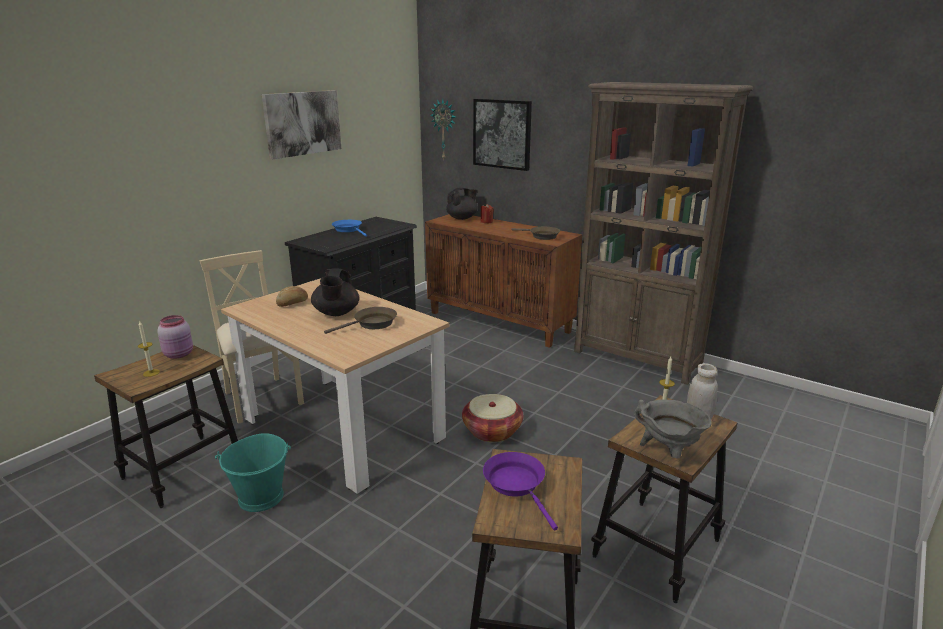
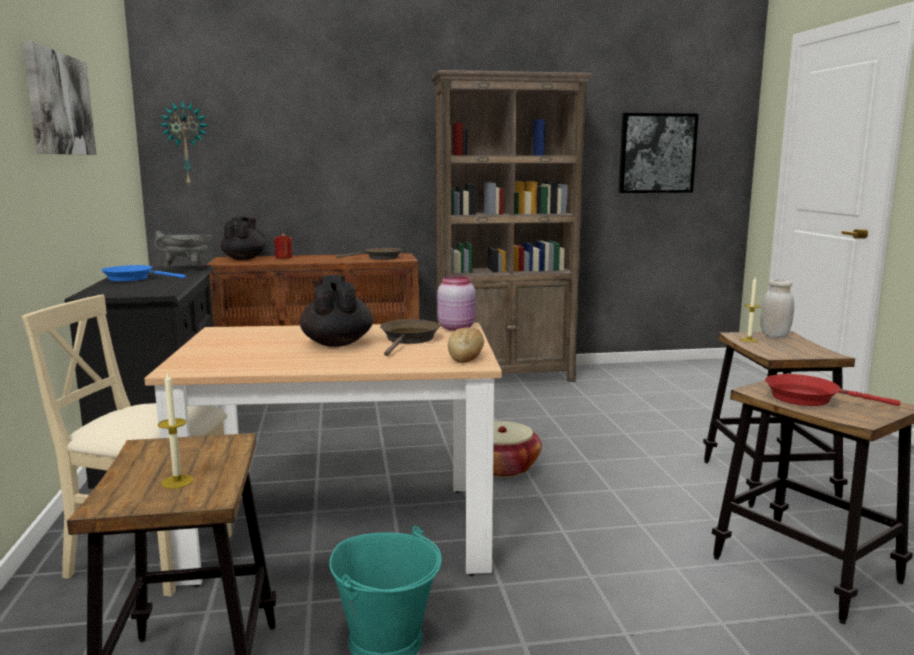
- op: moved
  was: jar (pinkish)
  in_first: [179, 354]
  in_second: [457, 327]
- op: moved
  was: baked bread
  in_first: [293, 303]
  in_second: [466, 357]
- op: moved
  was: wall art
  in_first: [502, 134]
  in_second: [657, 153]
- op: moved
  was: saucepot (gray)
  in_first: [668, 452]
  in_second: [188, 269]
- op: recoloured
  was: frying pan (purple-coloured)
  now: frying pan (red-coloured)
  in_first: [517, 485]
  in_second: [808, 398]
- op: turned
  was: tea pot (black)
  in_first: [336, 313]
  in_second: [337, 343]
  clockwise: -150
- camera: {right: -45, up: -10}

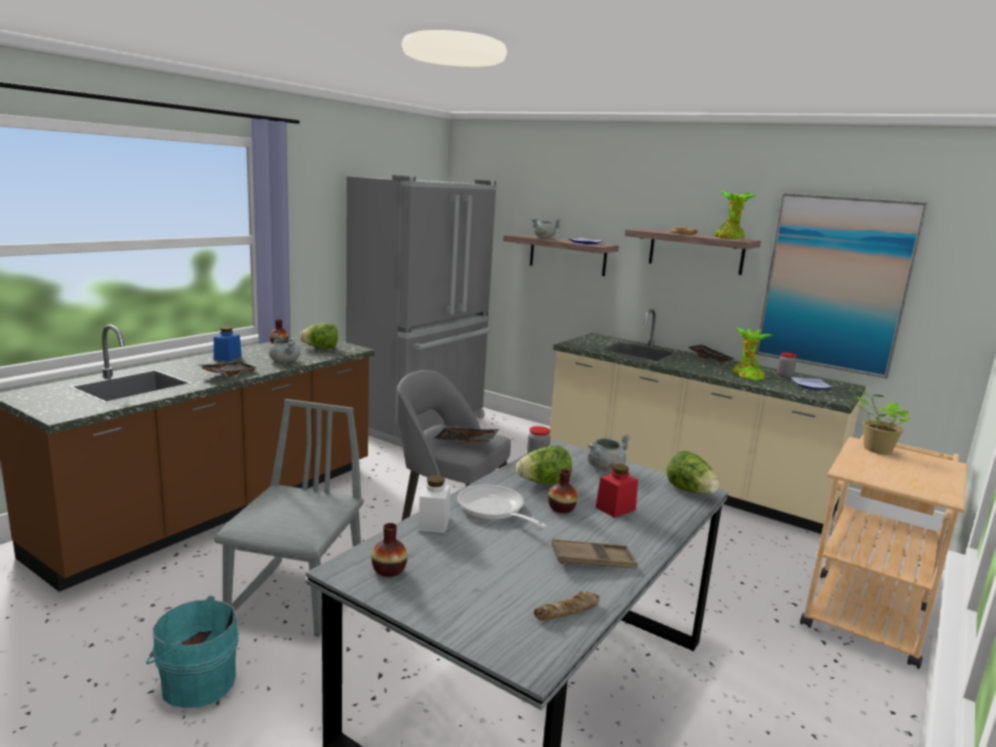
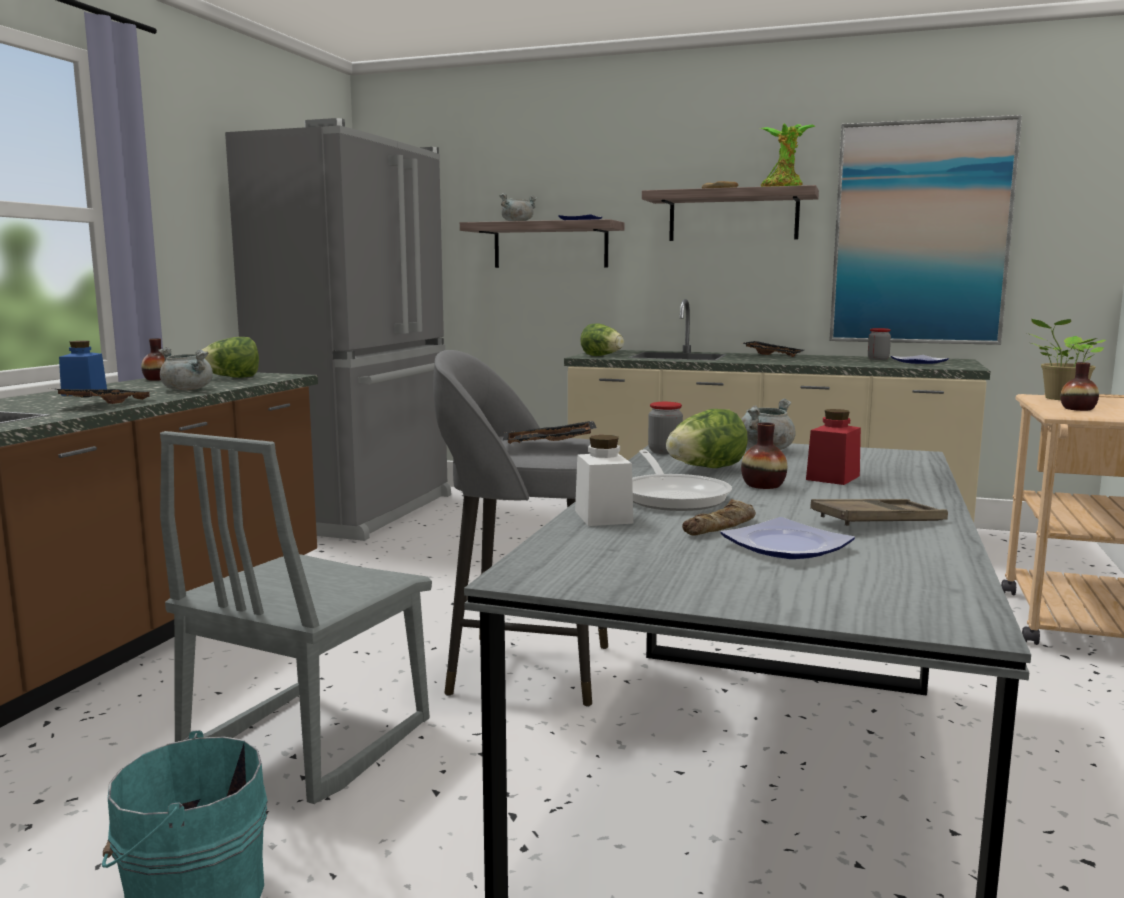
- op: removed
  was: houseplant
  in_first: [746, 376]
- op: added
  now: dinner plate
  in_second: [786, 547]
- op: moved
  was: flower vase
  in_first: [389, 570]
  in_second: [1078, 409]
- op: moved
  was: baked bread
  in_first: [568, 611]
  in_second: [721, 527]
- op: moved
  was: lettuce
  in_first: [690, 491]
  in_second: [602, 356]
- op: turned
  was: chair (gray)
  in_first: [298, 598]
  in_second: [306, 741]
  clockwise: -150
- op: turned
  was: frying pan
  in_first: [494, 510]
  in_second: [673, 496]
  clockwise: -135
- camera: {right: -15, up: -5}

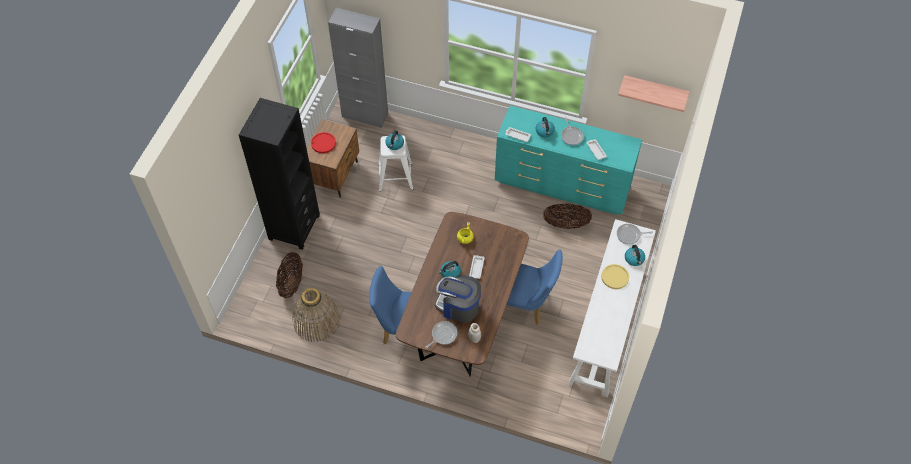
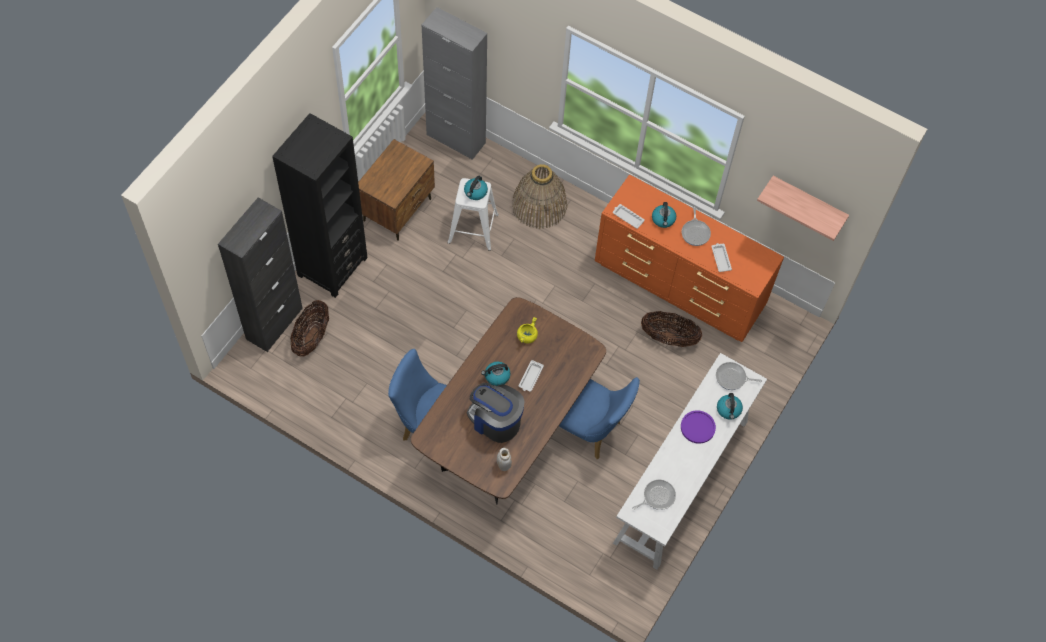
- op: removed
  was: dinner plate (red-coloured)
  in_first: [323, 143]
- op: added
  now: cabinet (black)
  in_second: [274, 323]
- op: moved
  was: basket
  in_first: [316, 320]
  in_second: [539, 205]
- op: moved
  was: frying pan
  in_first: [443, 335]
  in_second: [657, 496]
- op: recoloured
  was: chest of drawers (turquoise-coloured)
  now: chest of drawers (orangey)
  in_first: [563, 185]
  in_second: [679, 286]
- op: recoloured
  was: dinner plate (yellowish)
  now: dinner plate (purple-coloured)
  in_first: [615, 277]
  in_second: [697, 427]
- camera: {right: 10, up: 5}

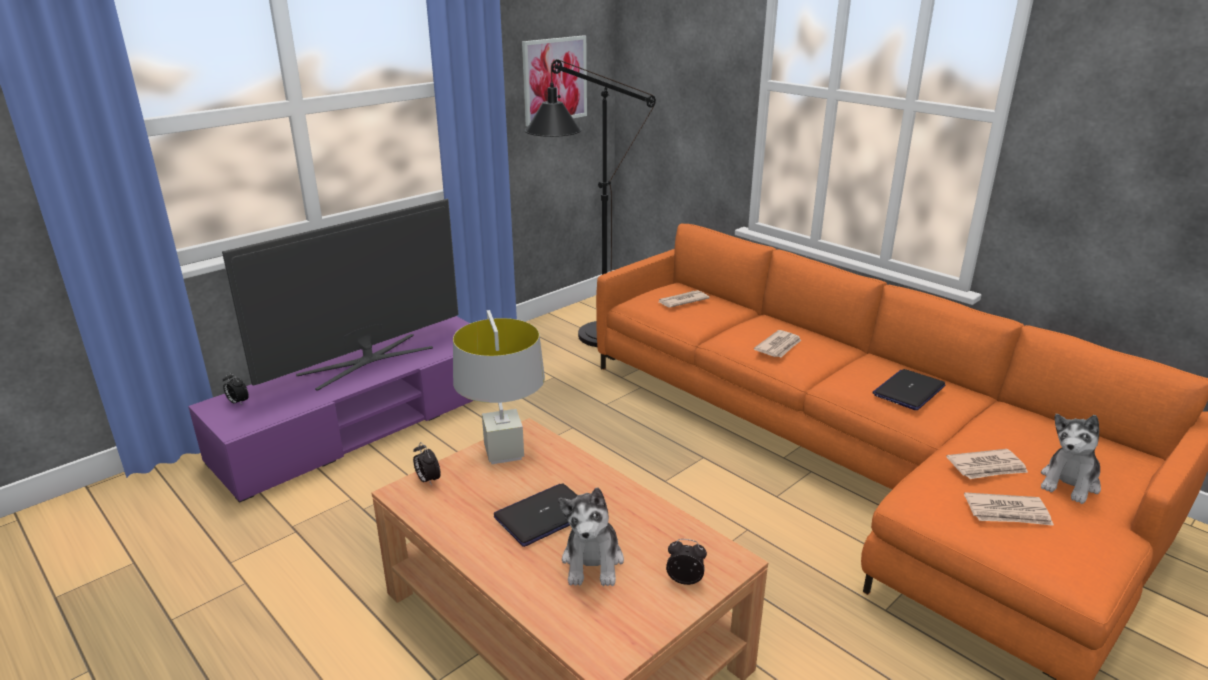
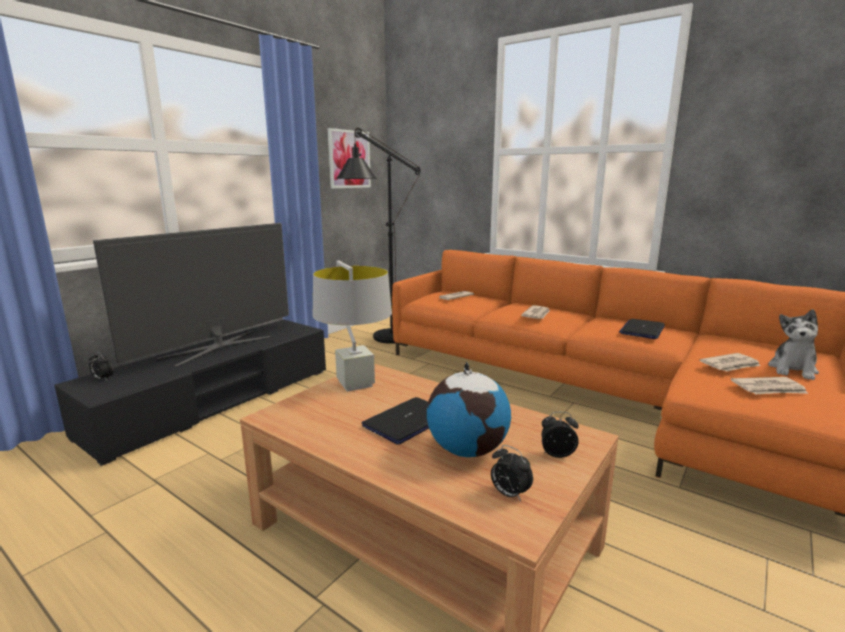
- op: moved
  was: table clock
  in_first: [427, 480]
  in_second: [509, 494]
- op: replaced
  was: soft toy
  now: world globe
  in_first: [593, 562]
  in_second: [467, 450]
- op: recoloured
  was: tv unit (purple-coloured)
  now: tv unit (black)
  in_first: [365, 425]
  in_second: [215, 401]
- camera: {right: -10, up: -10}

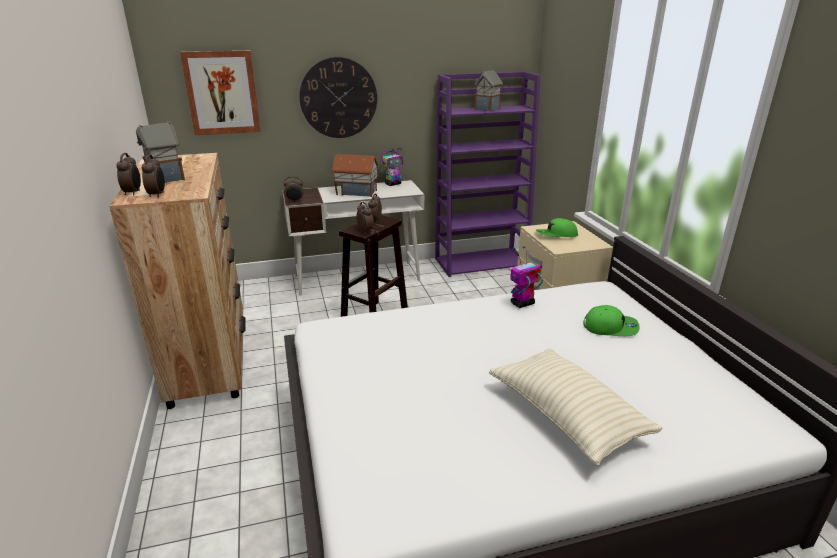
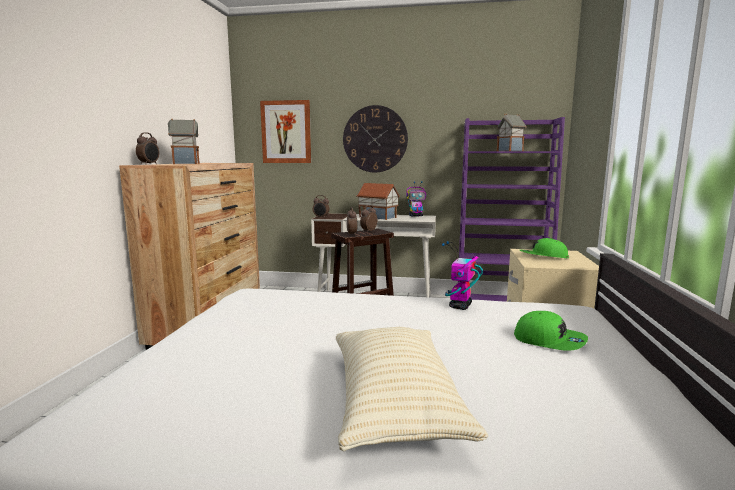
- op: removed
  was: table clock
  in_first: [157, 195]
- op: turned
  was: robot figure
  in_first: [522, 304]
  in_second: [460, 306]
  clockwise: -60
- camera: {right: 25, up: -15}

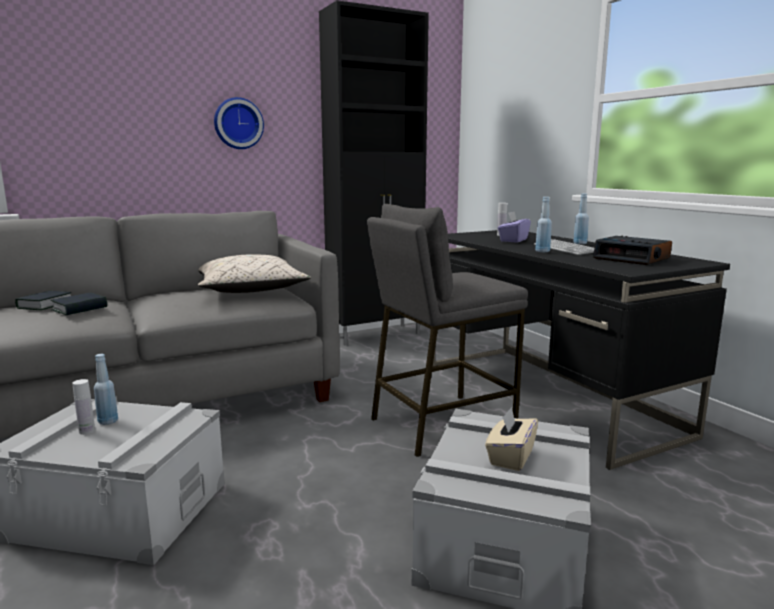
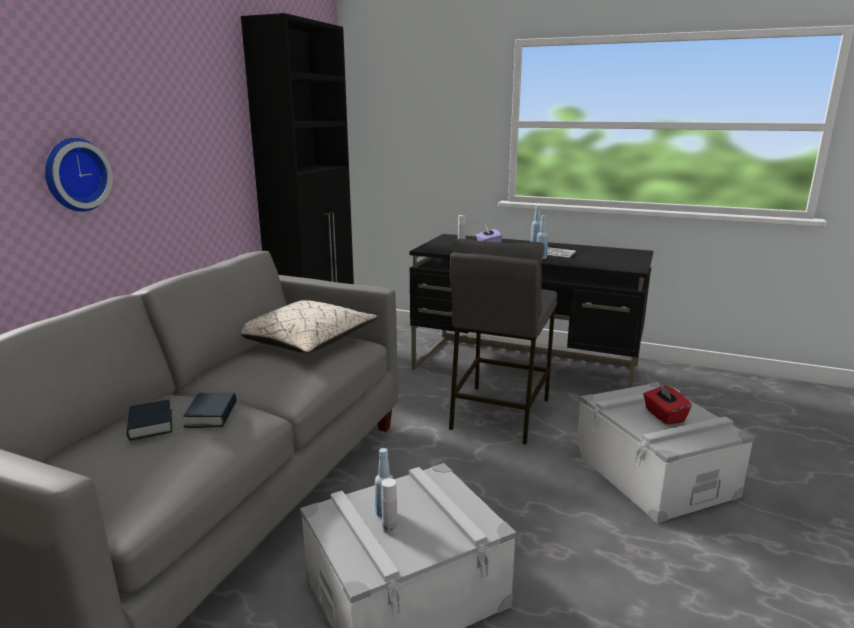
- op: removed
  was: table clock
  in_first: [632, 258]
- op: moved
  was: wall clock
  in_first: [238, 123]
  in_second: [74, 174]
- op: recoloured
  was: tissue box (sand-coloured)
  now: tissue box (red-coloured)
  in_first: [510, 457]
  in_second: [664, 416]
- camera: {right: -40, up: 5}

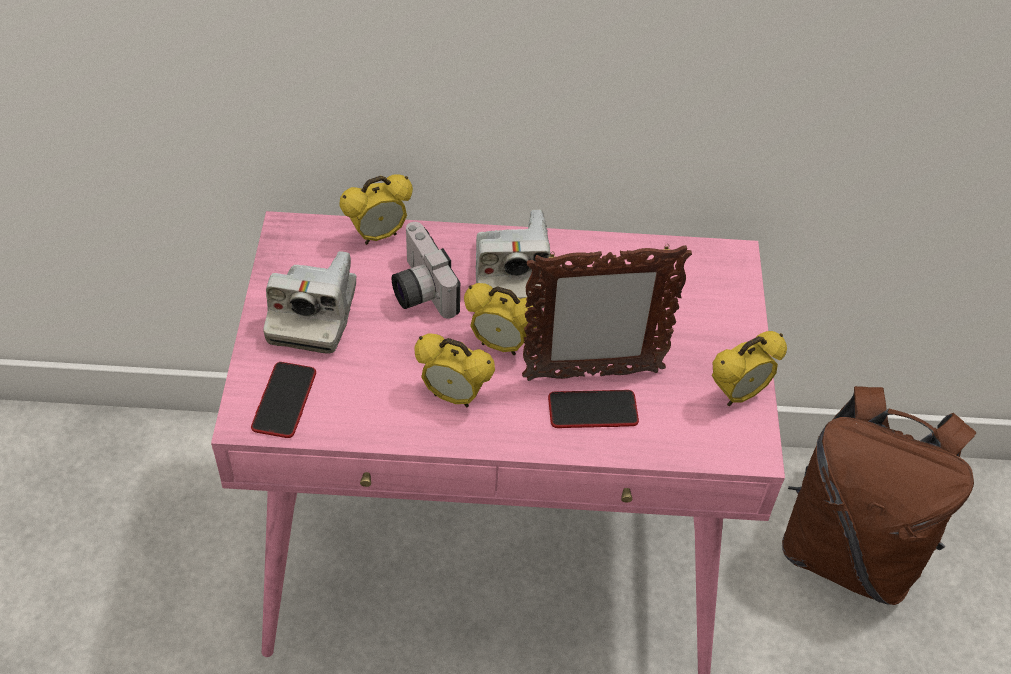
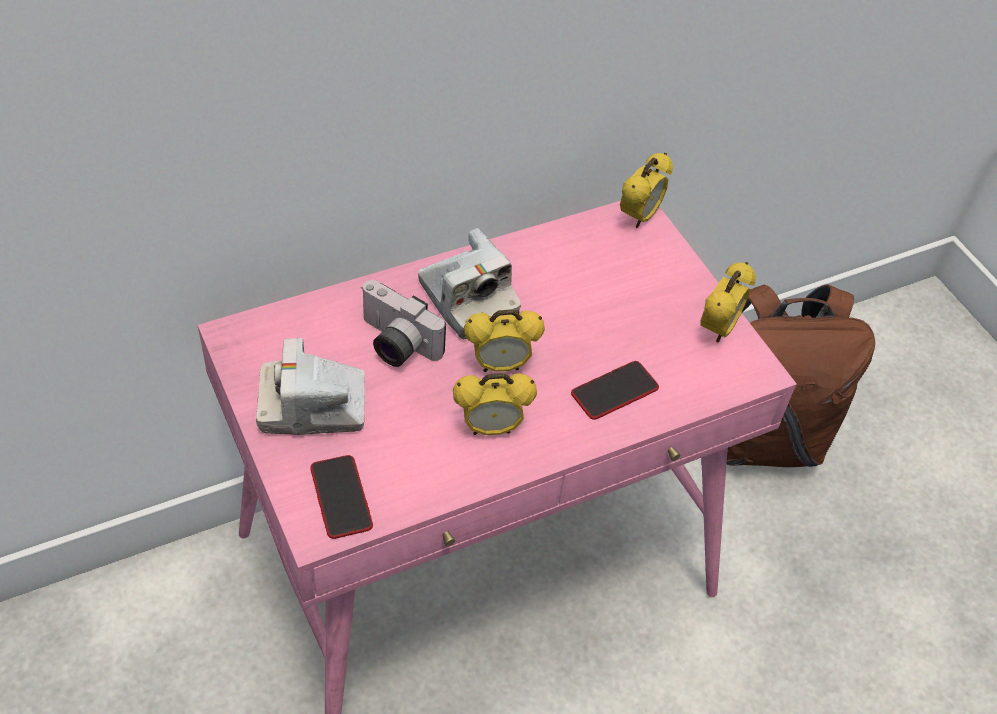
- op: removed
  was: standing frame
  in_first: [591, 374]
- op: moved
  was: table clock
  in_first: [378, 235]
  in_second: [639, 217]
- op: turned
  was: still camera
  in_first: [313, 314]
  in_second: [312, 406]
  clockwise: 105
- camera: {right: -30, up: 0}

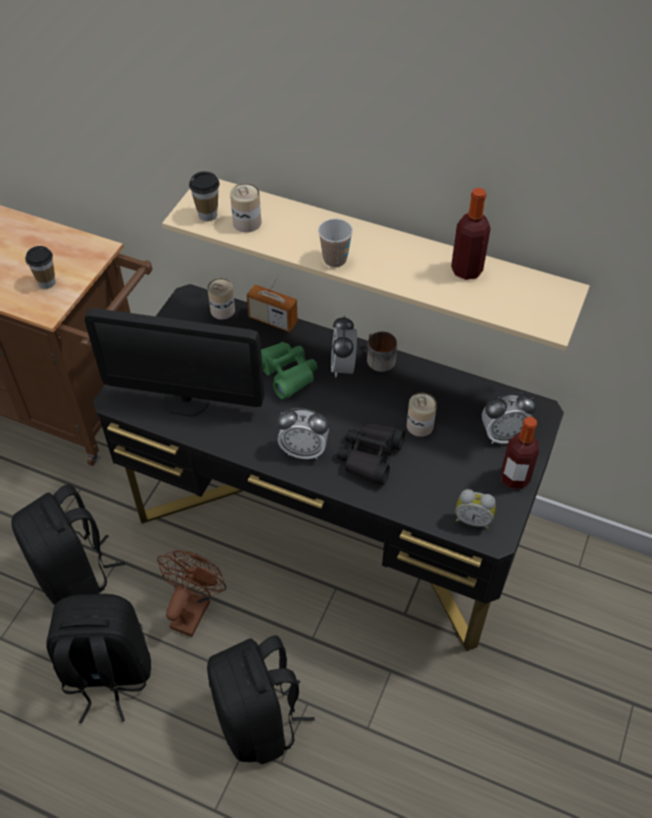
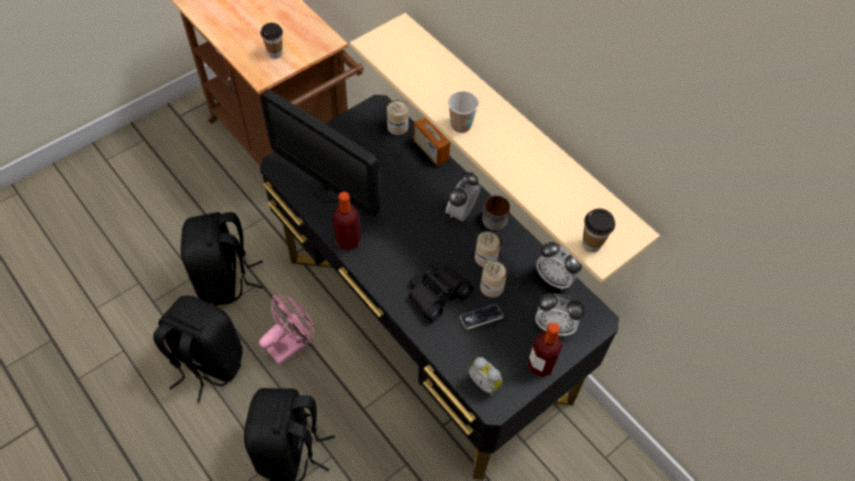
- op: removed
  was: binoculars (greenish)
  in_first: [286, 373]
- op: added
  now: phone
  in_second: [481, 318]
- op: moved
  was: cup
  in_first: [208, 215]
  in_second: [591, 244]
- op: moved
  was: metal can
  in_first: [247, 222]
  in_second: [486, 257]
- op: moved
  was: table clock
  in_first: [303, 450]
  in_second: [555, 278]
- op: moved
  was: beverage bottle
  in_first: [466, 270]
  in_second: [348, 241]
- op: recoloured
  was: fan (brown-coloured)
  now: fan (pinkish)
  in_first: [193, 608]
  in_second: [291, 344]
- camera: {right: 25, up: 5}

